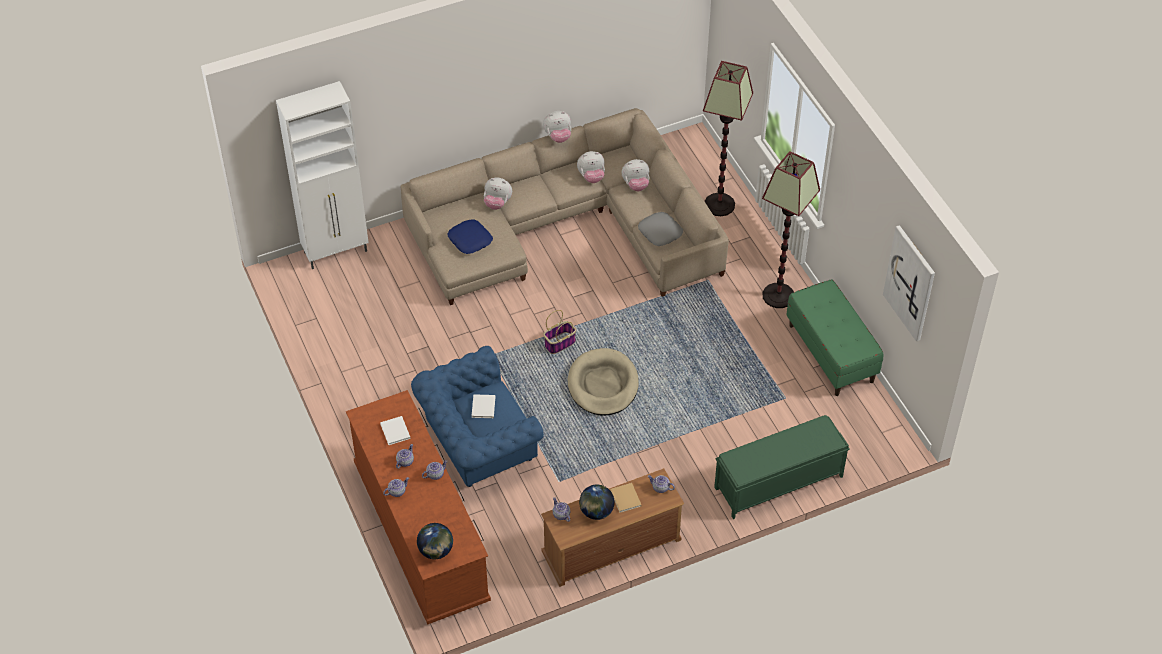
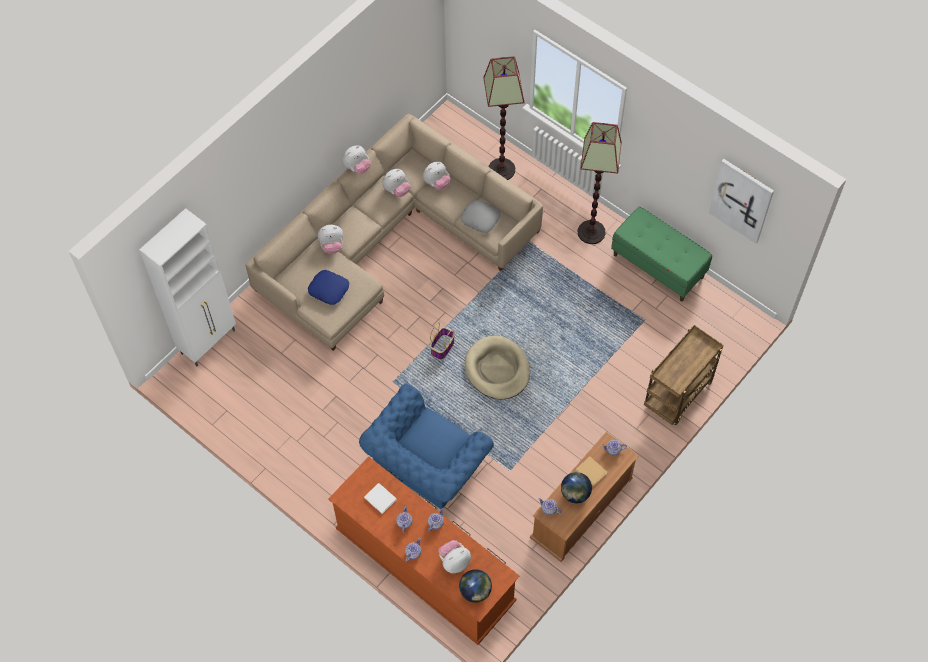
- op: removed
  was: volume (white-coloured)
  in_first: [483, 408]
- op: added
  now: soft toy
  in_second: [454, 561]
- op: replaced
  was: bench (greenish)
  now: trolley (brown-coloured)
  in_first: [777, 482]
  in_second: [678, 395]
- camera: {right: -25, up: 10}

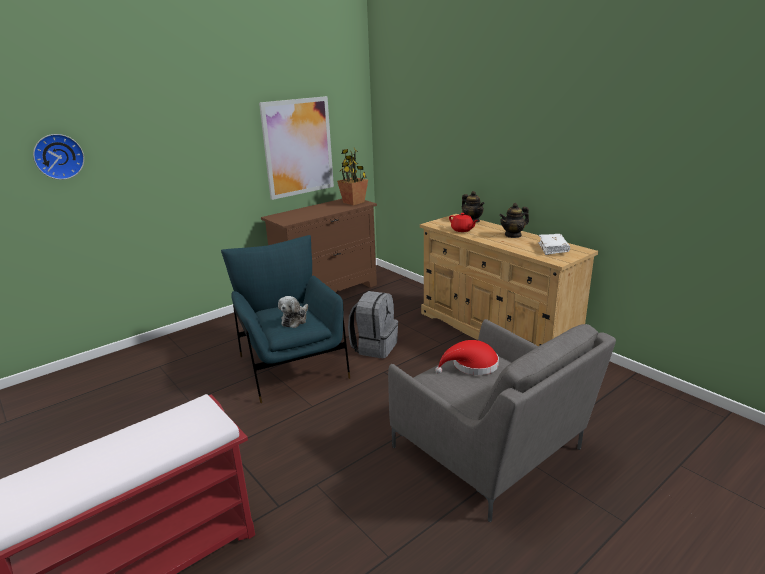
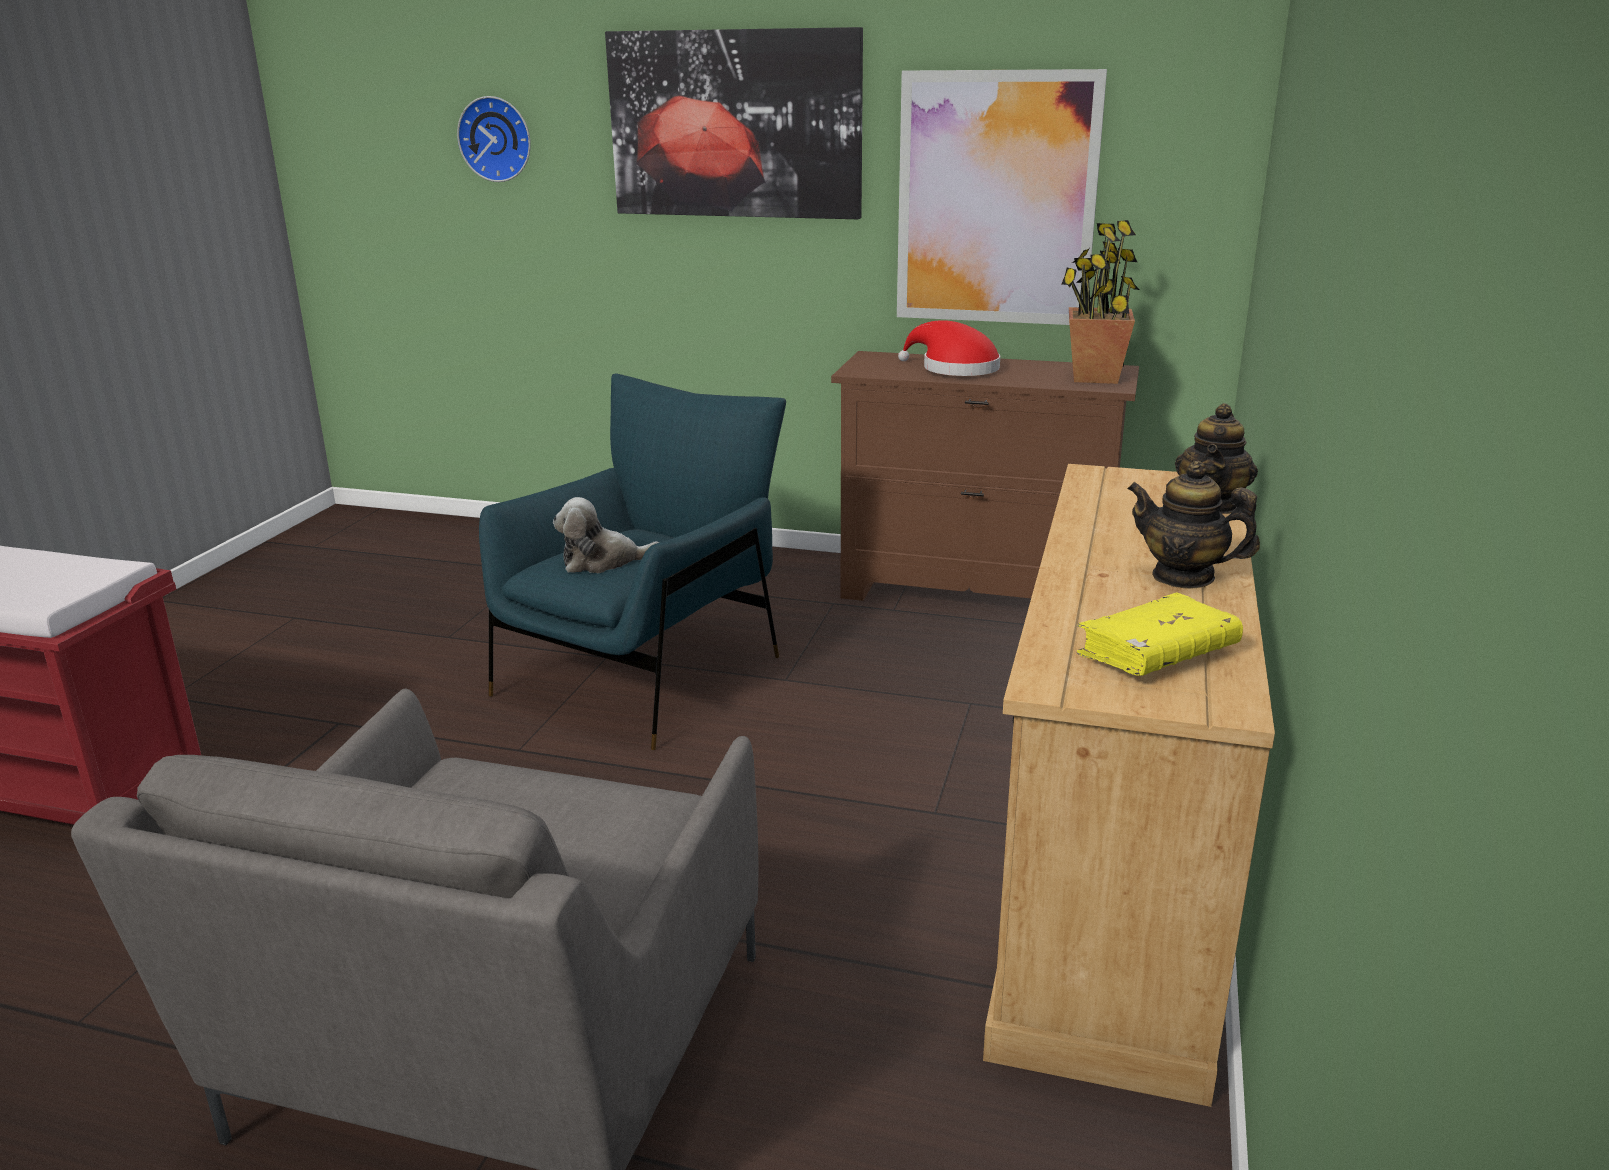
- op: removed
  was: knapsack (gray)
  in_first: [374, 347]
- op: removed
  was: tea pot (red-coloured)
  in_first: [462, 230]
- op: added
  now: wall art
  in_second: [735, 125]
- op: moved
  was: wearable hat (red-coloured)
  in_first: [471, 365]
  in_second: [954, 369]
- op: recoloured
  was: volume (white-coloured)
  now: volume (yellowish)
  in_first: [553, 248]
  in_second: [1157, 654]
- camera: {right: 55, up: 0}

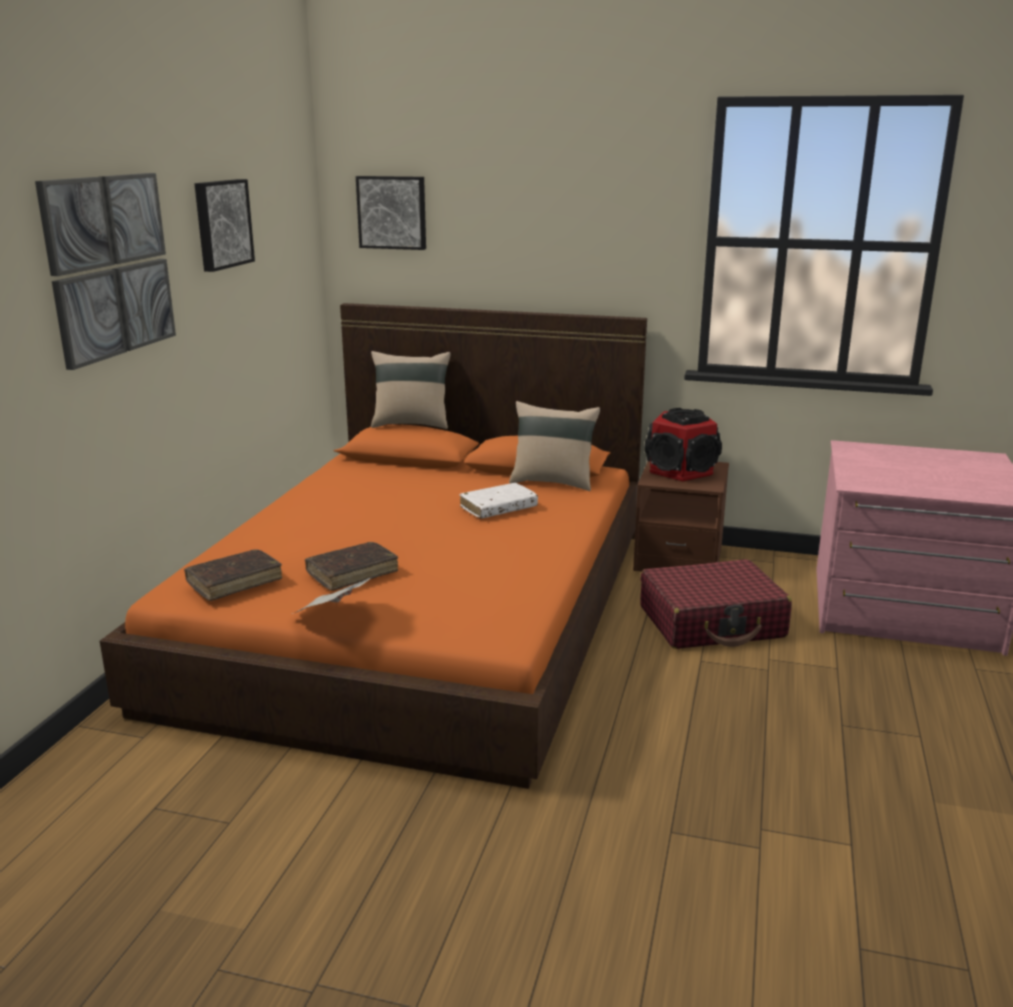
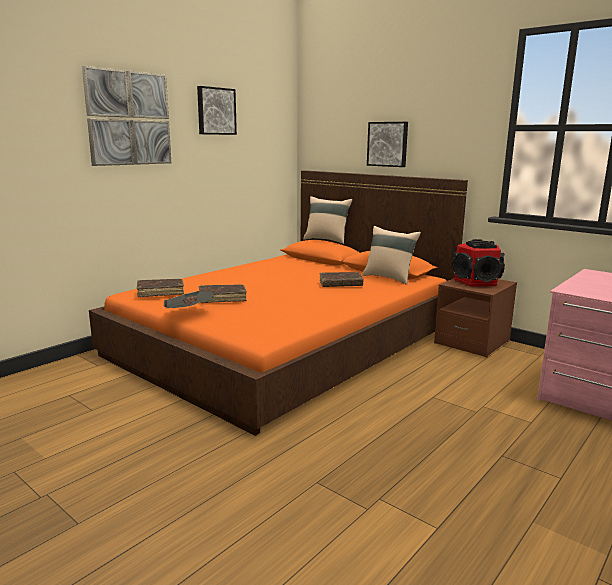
- op: removed
  was: travel case (red-coloured)
  in_first: [712, 622]
- op: moved
  was: wall art
  in_first: [392, 212]
  in_second: [388, 144]
- op: recoloured
  was: volume (white-coloured)
  now: volume (brown-coloured)
  in_first: [498, 508]
  in_second: [340, 284]
- camera: {right: 25, up: -5}

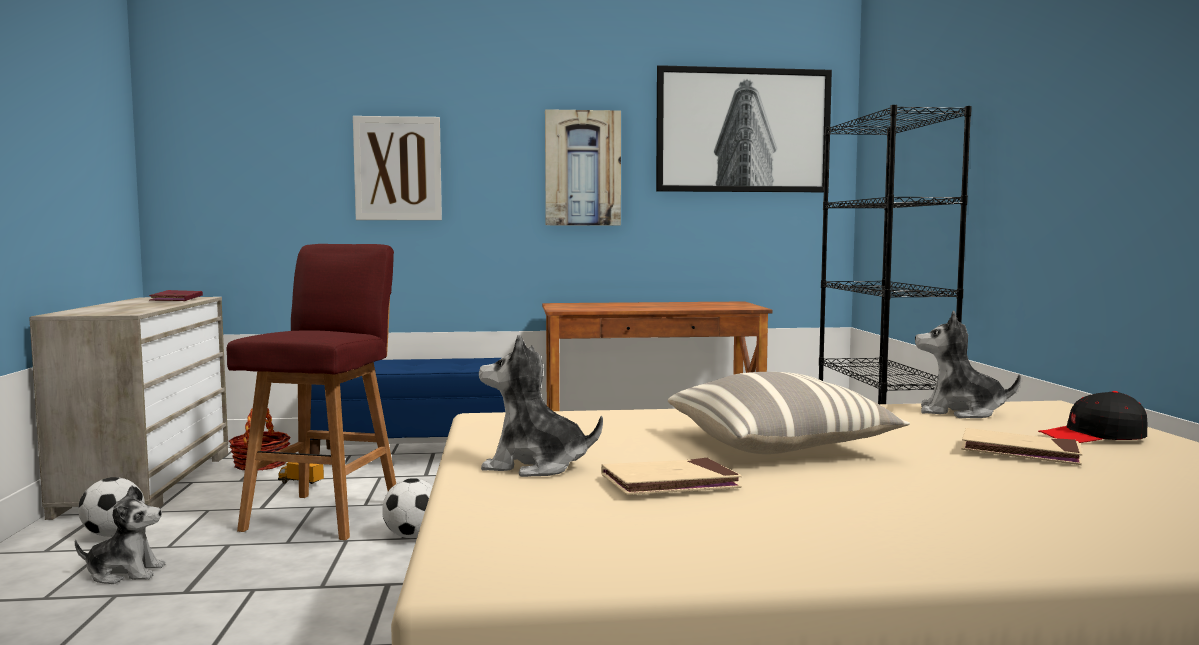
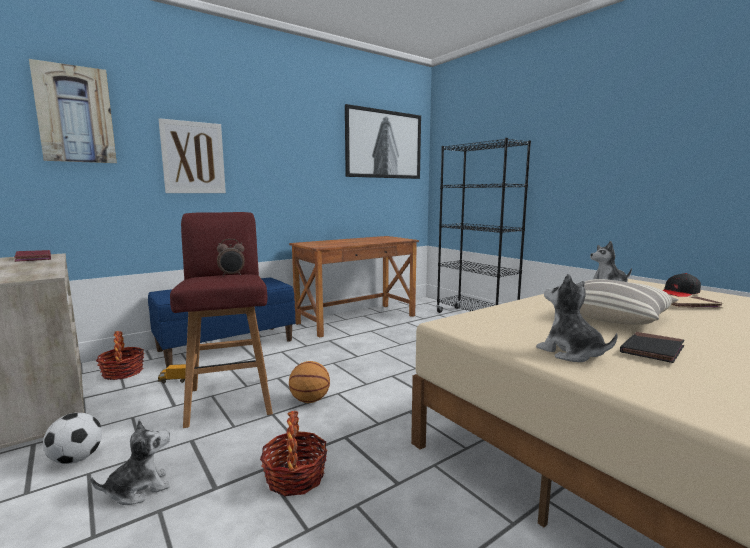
- op: added
  now: table clock
  in_second: [232, 275]
- op: added
  now: basket
  in_second: [295, 477]
- op: moved
  was: wall art
  in_first: [582, 168]
  in_second: [75, 115]
- op: replaced
  was: football ball
  now: basketball
  in_first: [413, 536]
  in_second: [310, 400]
- op: recoloured
  was: volume (sand-coloured)
  now: volume (black)
  in_first: [669, 484]
  in_second: [652, 350]
- op: turned
  was: soft toy
  in_first: [534, 466]
  in_second: [570, 353]
  clockwise: 75
- camera: {right: -30, up: 5}

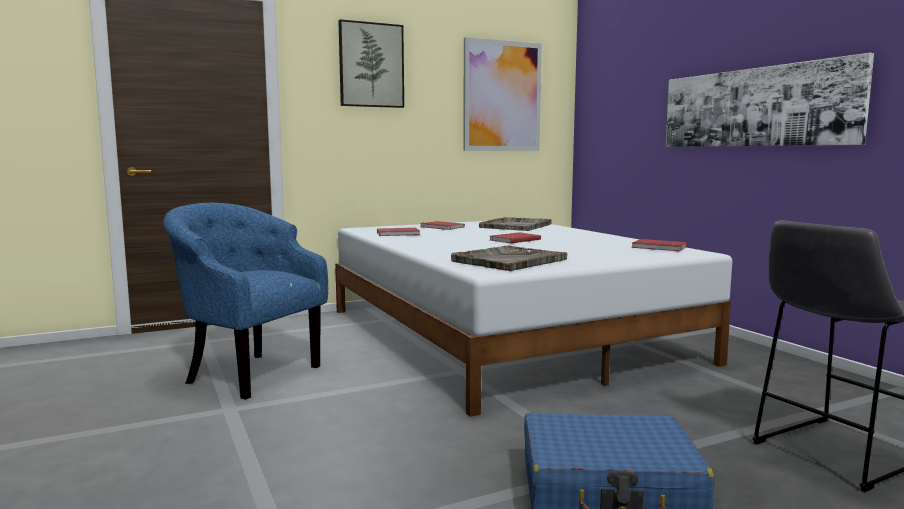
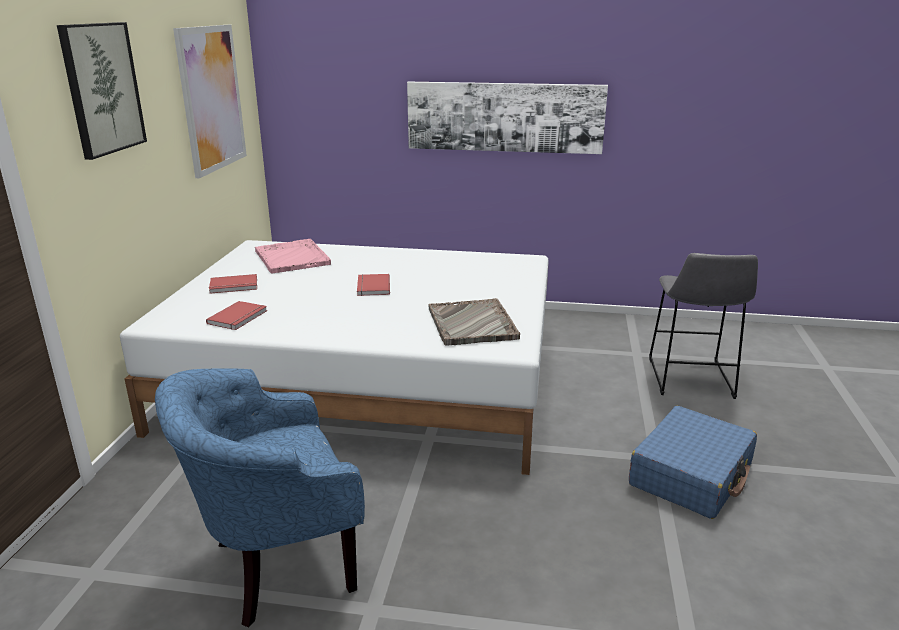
- op: removed
  was: volume (red-coloured)
  in_first: [659, 247]
- op: recoloured
  was: carrying tray (gray)
  now: carrying tray (pinkish)
  in_first: [516, 226]
  in_second: [292, 257]
- camera: {right: -55, up: 15}

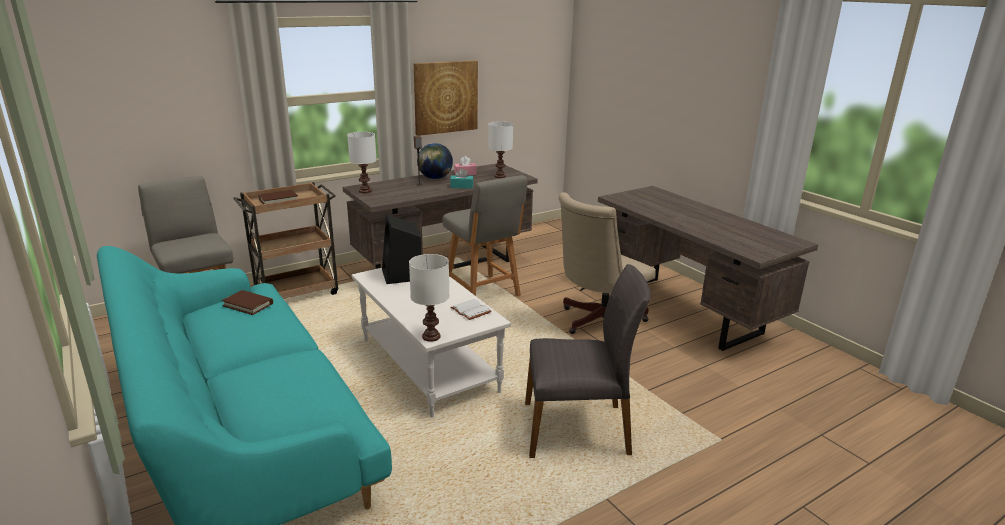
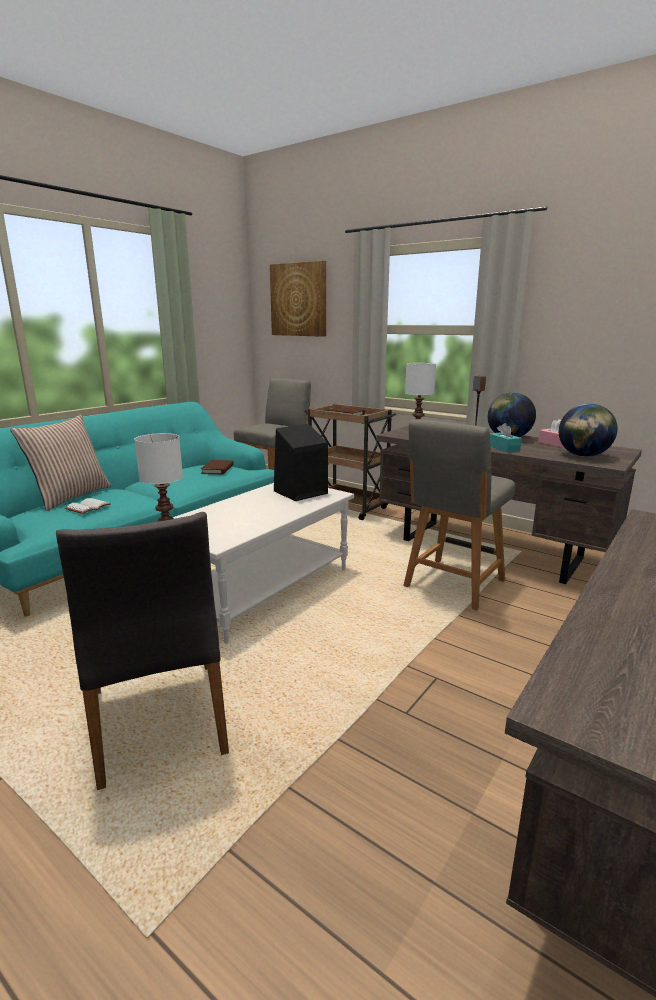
- op: removed
  was: office chair (sand-coloured)
  in_first: [597, 323]
- op: added
  now: cushion
  in_second: [70, 496]
- op: moved
  was: wall art
  in_first: [445, 97]
  in_second: [299, 300]
- op: moved
  was: volume (white-coloured)
  in_first: [469, 311]
  in_second: [88, 507]
- op: replaced
  was: table lamp (white-coloured)
  now: world globe
  in_first: [500, 176]
  in_second: [583, 456]
- camera: {right: 70, up: -5}

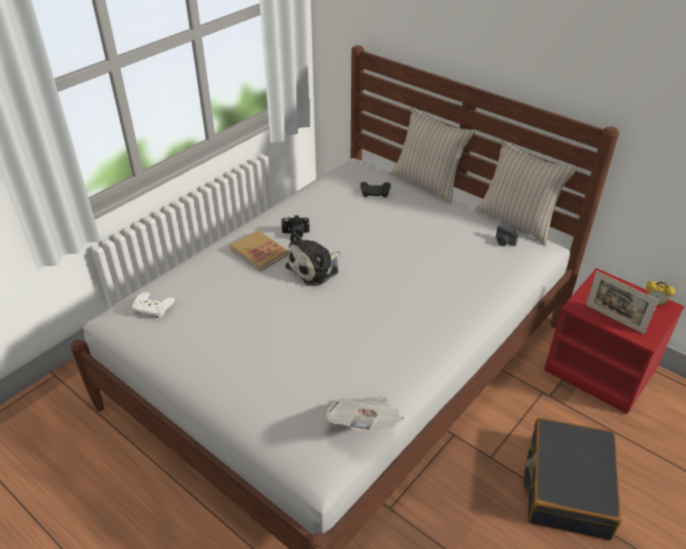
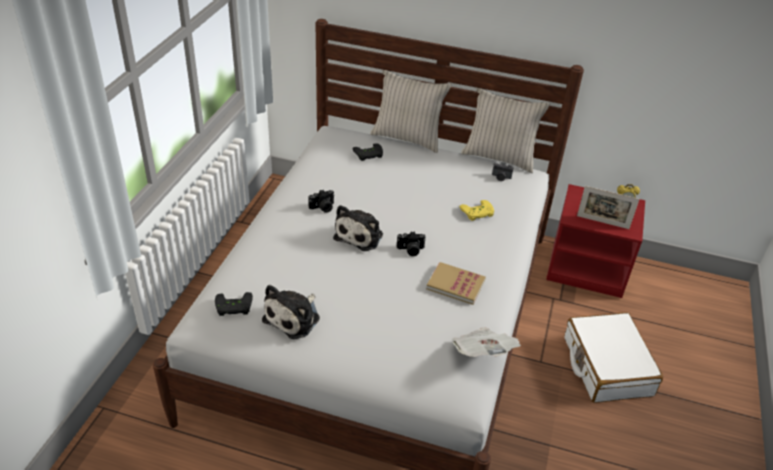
- op: added
  now: soft toy
  in_second: [294, 318]
- op: added
  now: still camera
  in_second: [410, 250]
- op: added
  now: gamepad (yellowish)
  in_second: [478, 213]
- op: moved
  was: volume
  in_first: [259, 252]
  in_second: [455, 284]
- op: recoloured
  was: gamepad (white-coloured)
  now: gamepad (black)
  in_first: [151, 308]
  in_second: [233, 307]
- op: recoloured
  was: travel case (black)
  now: travel case (white-coloured)
  in_first: [567, 486]
  in_second: [606, 366]
- camera: {right: -25, up: 0}

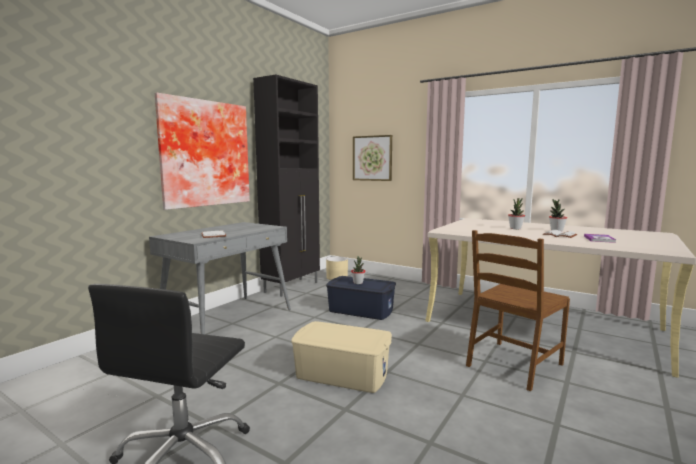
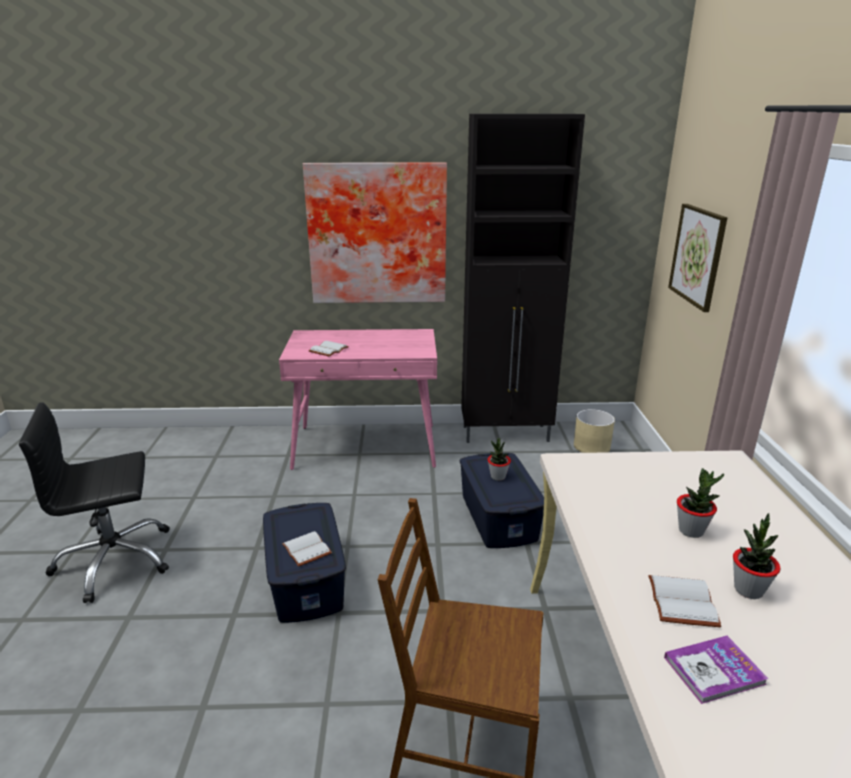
- op: added
  now: volume (white-coloured)
  in_second: [308, 549]
- op: recoloured
  was: desk (gray)
  now: desk (pinkish)
  in_first: [228, 319]
  in_second: [366, 446]
- op: recoloured
  was: storage container (sand-coloured)
  now: storage container (blue-coloured)
  in_first: [342, 373]
  in_second: [306, 580]
- camera: {right: 55, up: 15}

